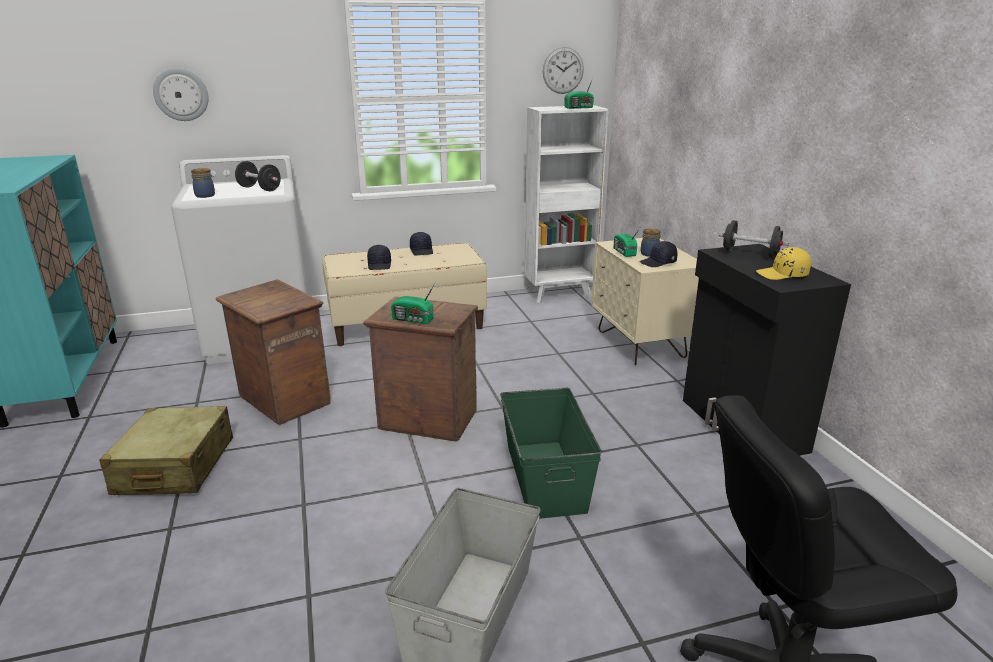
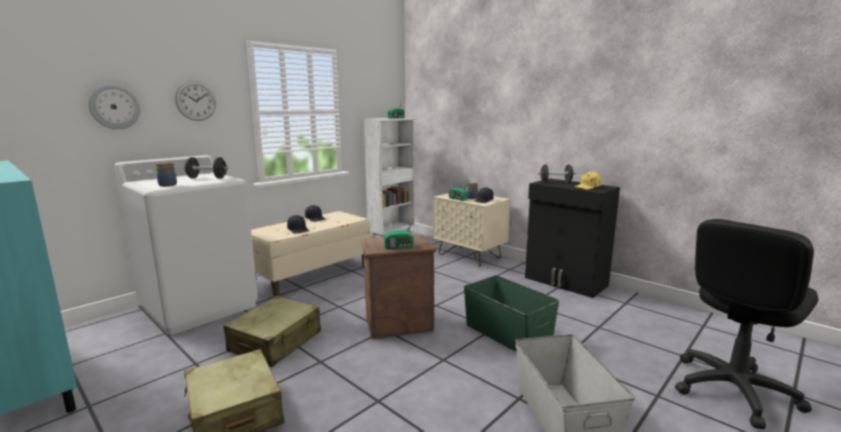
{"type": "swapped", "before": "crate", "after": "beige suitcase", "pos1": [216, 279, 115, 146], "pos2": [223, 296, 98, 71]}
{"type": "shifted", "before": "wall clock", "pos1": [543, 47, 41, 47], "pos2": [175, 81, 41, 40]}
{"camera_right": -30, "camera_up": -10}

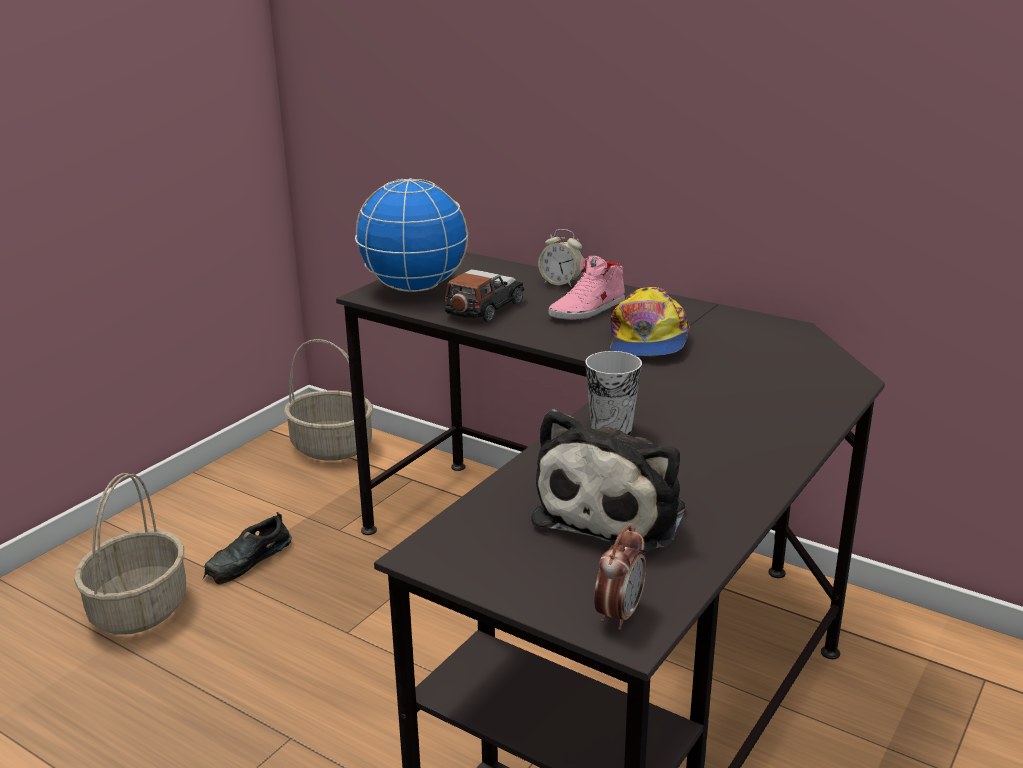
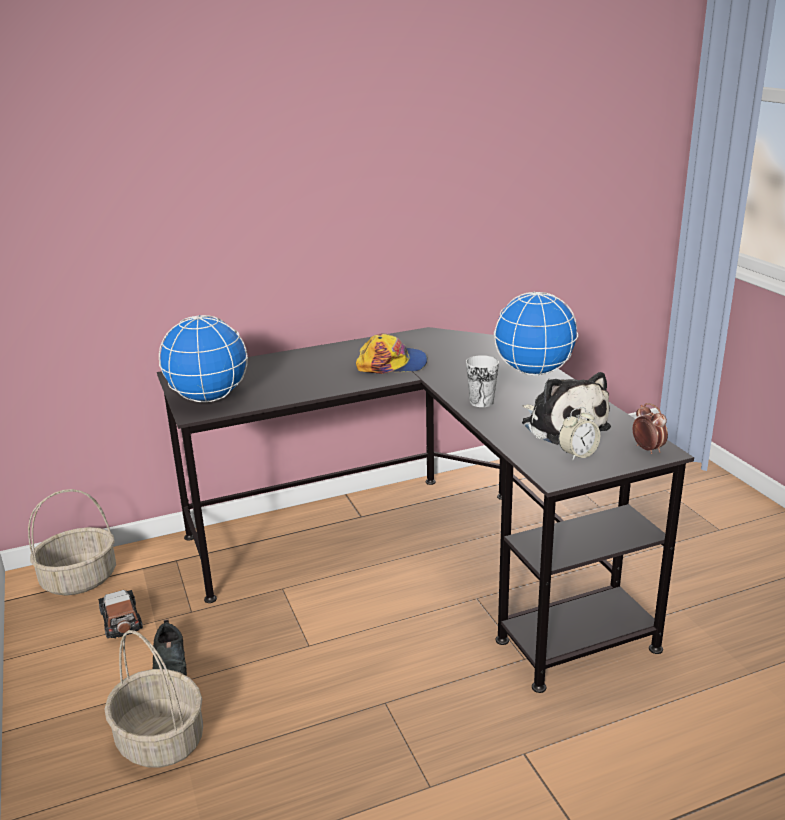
{"type": "shifted", "before": "toy car", "pos1": [445, 269, 79, 53], "pos2": [98, 590, 45, 49]}
{"type": "shifted", "before": "alarm clock", "pos1": [538, 229, 46, 59], "pos2": [559, 407, 41, 54]}
{"type": "gone", "before": "pink shoe", "pos1": [548, 256, 77, 64]}
{"type": "rotated", "before": "cap", "pos1": [610, 287, 80, 70], "pos2": [356, 333, 71, 41], "turn": -45}
{"type": "new", "after": "globe", "pos2": [494, 292, 84, 83]}
{"camera_right": -55, "camera_up": 0}

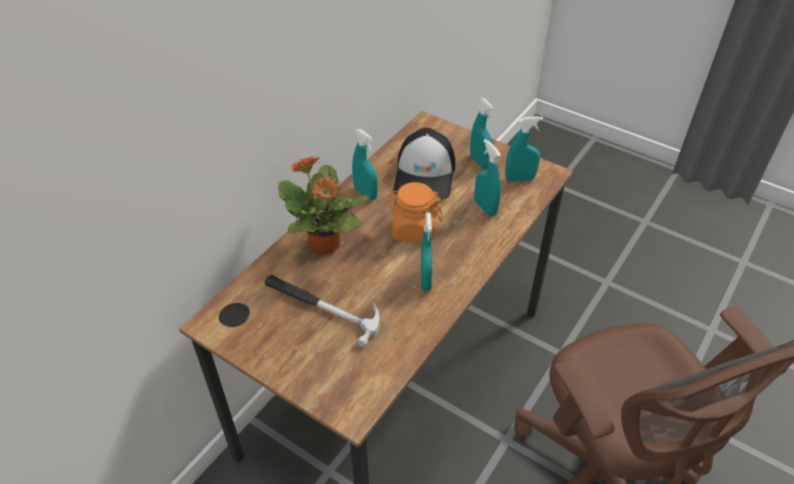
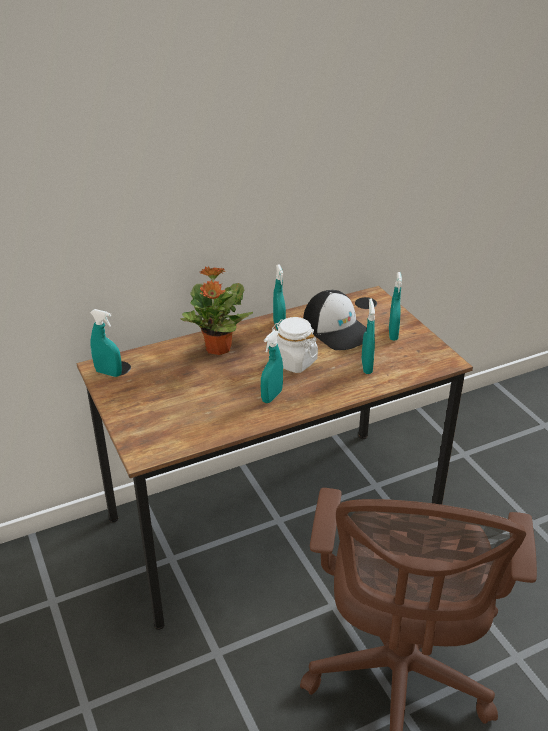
{"type": "gone", "before": "hammer", "pos1": [264, 275, 116, 72]}
{"type": "repainted", "before": "orange jar", "after": "white jar", "pos1": [386, 182, 56, 61], "pos2": [272, 317, 46, 56]}
{"type": "rotated", "before": "cap", "pos1": [393, 130, 62, 70], "pos2": [303, 290, 64, 60], "turn": -75}
{"type": "shifted", "before": "turquoise spray bottle", "pos1": [505, 116, 38, 66], "pos2": [90, 309, 32, 68]}
{"camera_right": 30, "camera_up": -10}

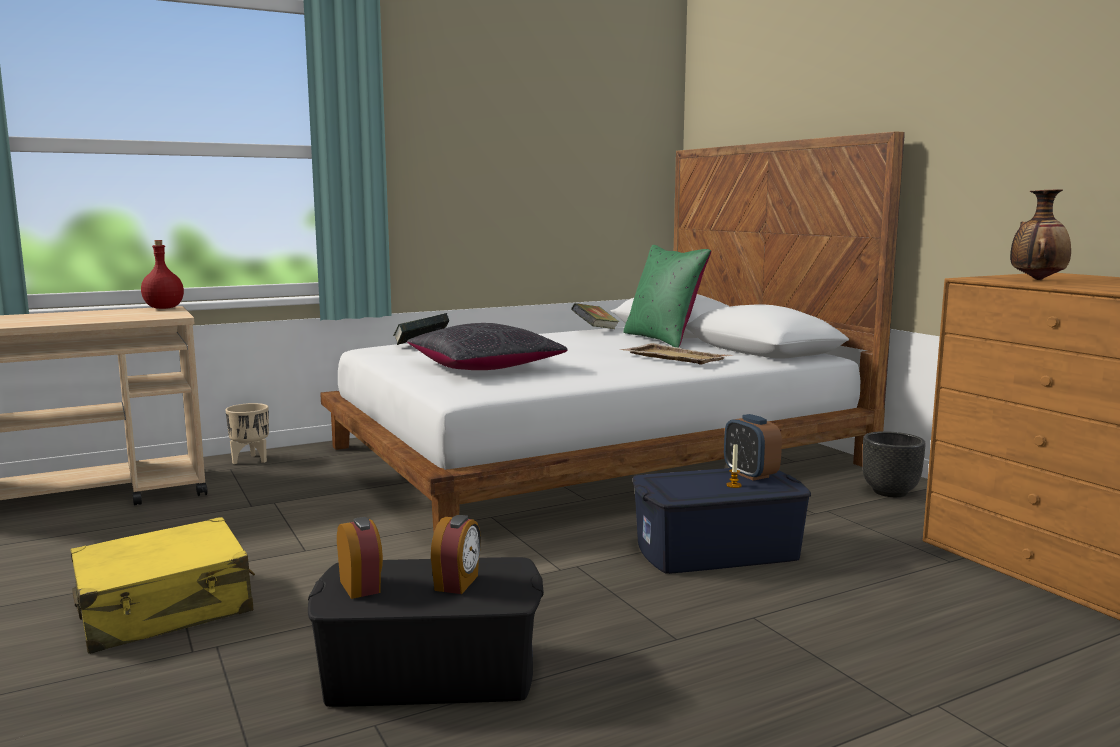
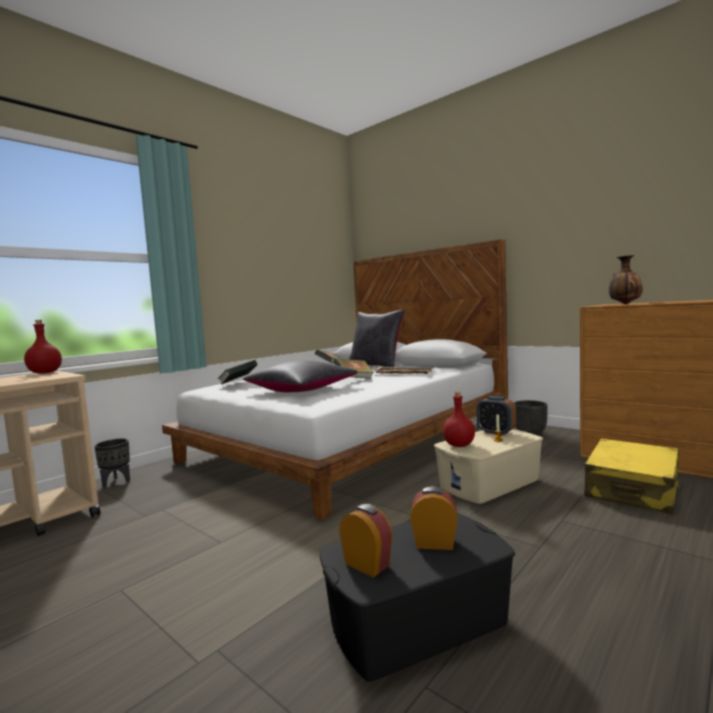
{"type": "shifted", "before": "yellow suitcase", "pos1": [71, 517, 184, 137], "pos2": [584, 439, 97, 76]}
{"type": "repainted", "before": "beige planter", "after": "black planter", "pos1": [225, 403, 44, 61], "pos2": [94, 438, 36, 49]}
{"type": "rotated", "before": "alarm clock", "pos1": [431, 515, 50, 79], "pos2": [410, 486, 47, 64], "turn": -75}
{"type": "repainted", "before": "green pillow", "after": "black pillow", "pos1": [623, 245, 88, 103], "pos2": [349, 310, 56, 57]}
{"type": "repainted", "before": "blue storage box", "after": "beige storage box", "pos1": [632, 468, 179, 106], "pos2": [434, 429, 109, 75]}
{"type": "new", "after": "book", "pos2": [334, 358, 40, 21]}
{"type": "new", "after": "red bottle", "pos2": [443, 392, 32, 55]}
{"camera_right": -20, "camera_up": -5}

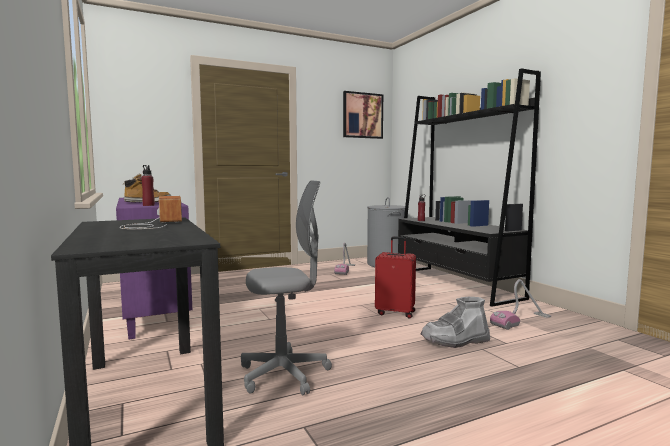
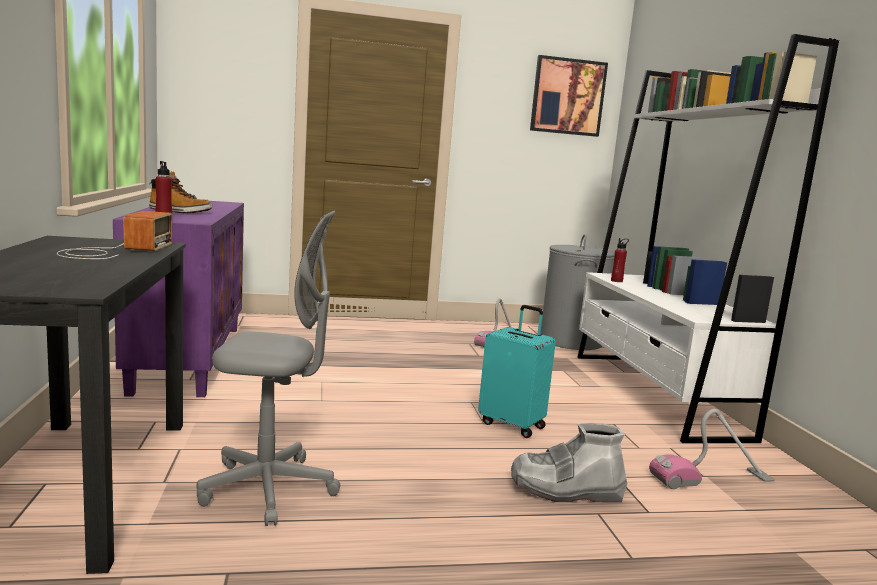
{"type": "repainted", "before": "red suitcase", "after": "turquoise suitcase", "pos1": [375, 236, 41, 82], "pos2": [478, 305, 78, 133]}
{"type": "repainted", "before": "black bookcase", "after": "white bookcase", "pos1": [398, 68, 143, 239], "pos2": [577, 34, 262, 409]}
{"camera_right": 15, "camera_up": 5}

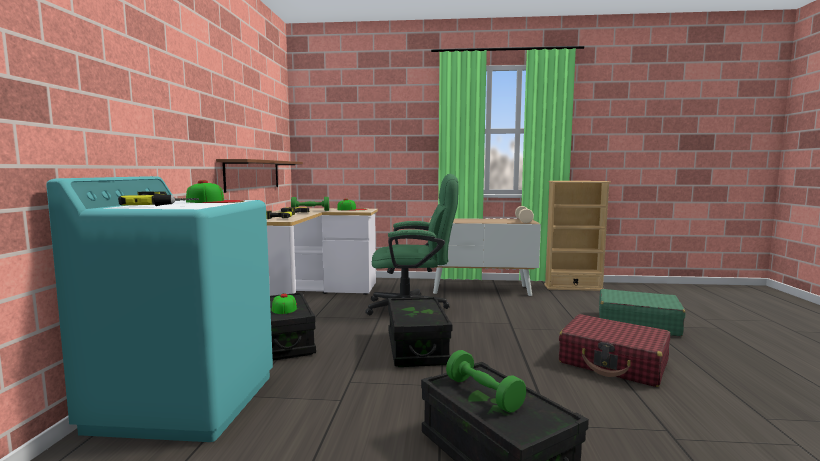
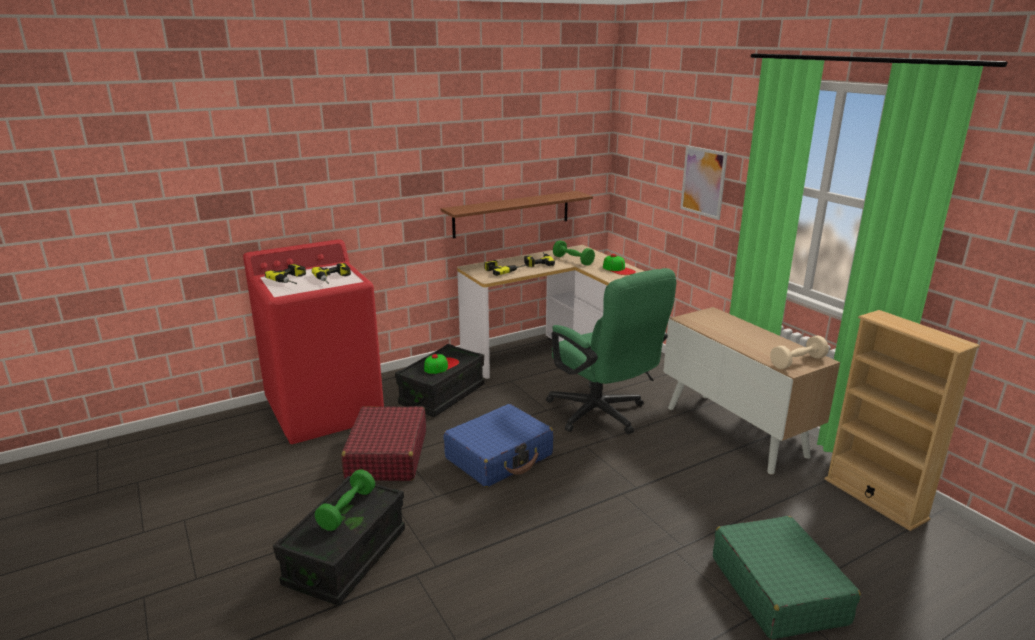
{"type": "repainted", "before": "turquoise washing machine", "after": "red washing machine", "pos1": [46, 176, 227, 266], "pos2": [243, 239, 141, 205]}
{"type": "swapped", "before": "cap", "after": "power drill", "pos1": [186, 180, 58, 23], "pos2": [312, 263, 39, 21]}
{"type": "swapped", "before": "black storage box", "after": "blue suitcase", "pos1": [388, 297, 65, 70], "pos2": [443, 404, 110, 83]}
{"type": "shifted", "before": "red suitcase", "pos1": [559, 314, 111, 73], "pos2": [342, 406, 84, 75]}
{"type": "new", "after": "picture", "pos2": [680, 145, 48, 75]}
{"camera_right": 55, "camera_up": 15}

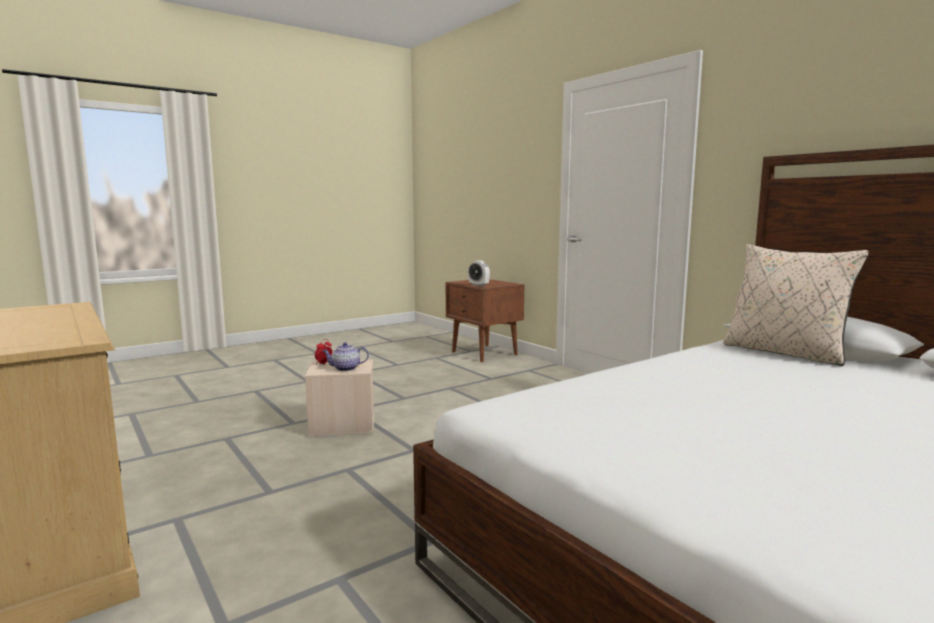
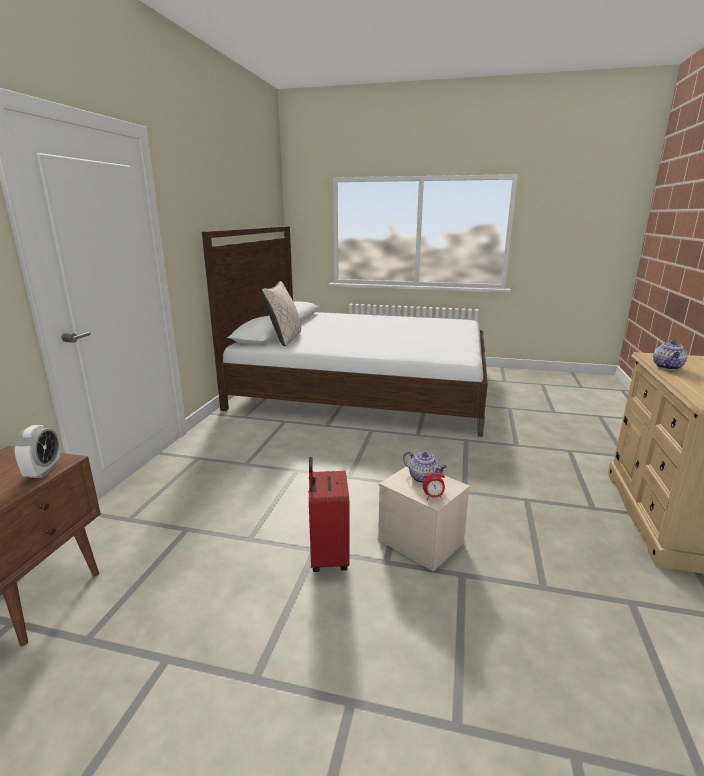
{"type": "new", "after": "red suitcase", "pos2": [308, 457, 42, 115]}
{"type": "new", "after": "teapot", "pos2": [653, 340, 35, 30]}
{"camera_right": -130, "camera_up": 10}

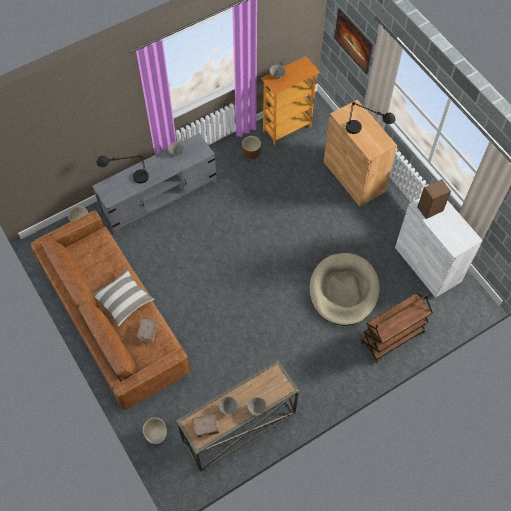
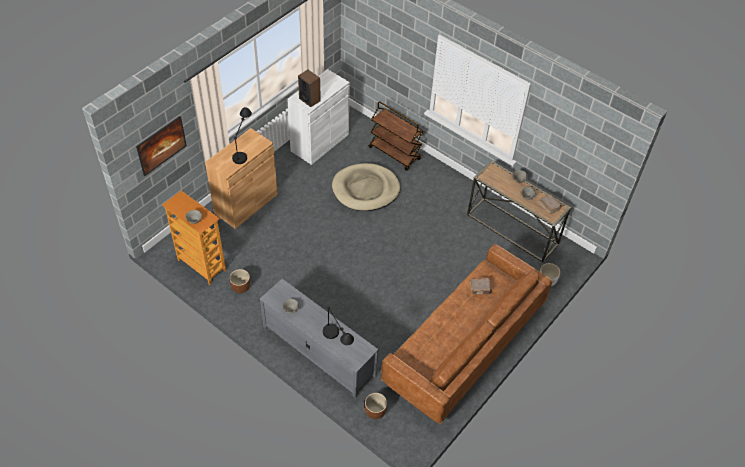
{"type": "gone", "before": "pillow", "pos1": [93, 268, 61, 58]}
{"camera_right": -110, "camera_up": -10}

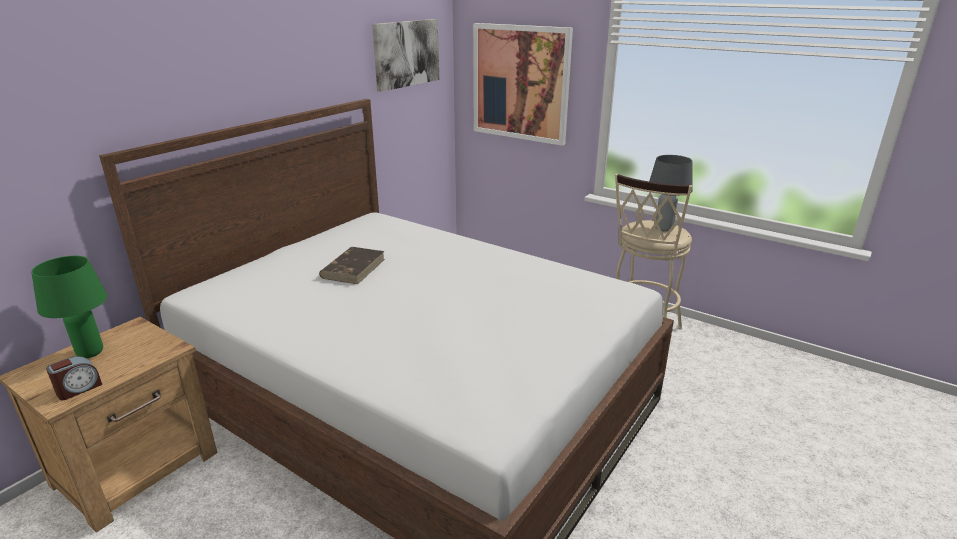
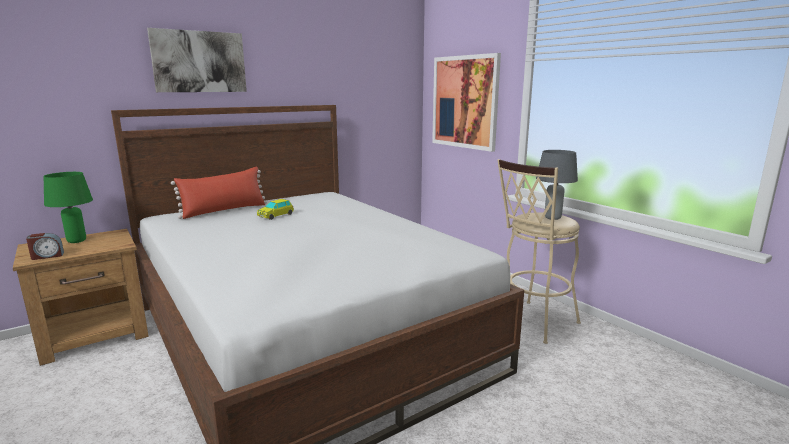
{"type": "swapped", "before": "brown book", "after": "toy car", "pos1": [319, 247, 66, 37], "pos2": [257, 199, 37, 21]}
{"type": "shifted", "before": "picture", "pos1": [372, 19, 67, 73], "pos2": [147, 28, 100, 64]}
{"type": "new", "after": "red pillow", "pos2": [171, 167, 96, 52]}
{"camera_right": 20, "camera_up": -10}

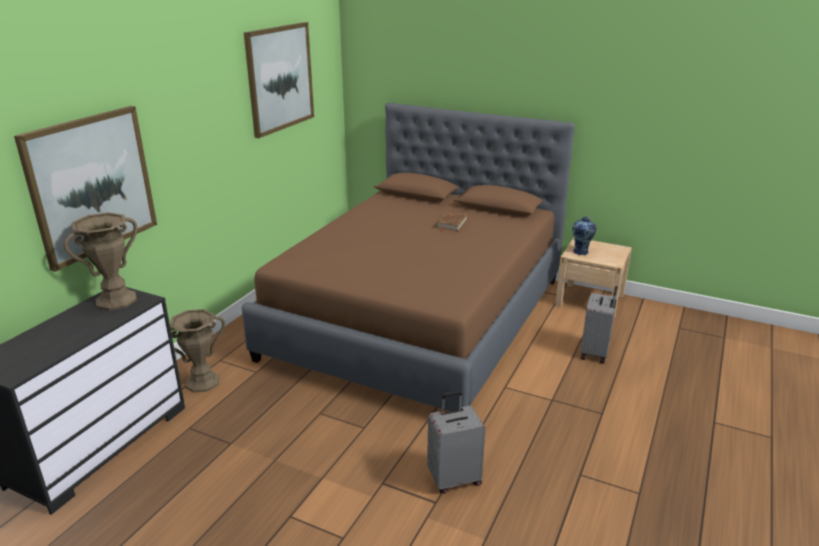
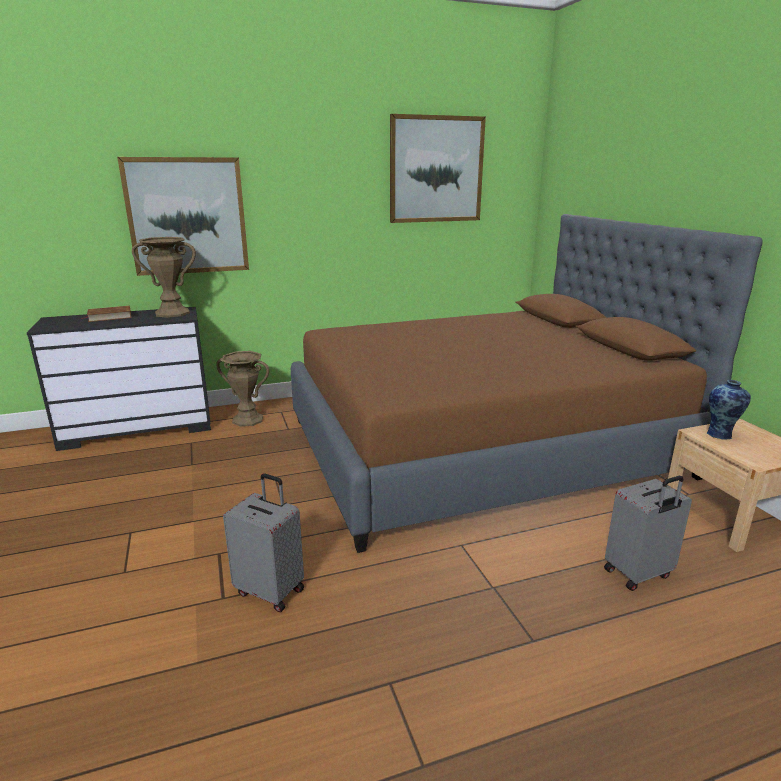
{"type": "shifted", "before": "brown book", "pos1": [437, 211, 31, 20], "pos2": [81, 306, 50, 16]}
{"camera_right": 45, "camera_up": -5}

